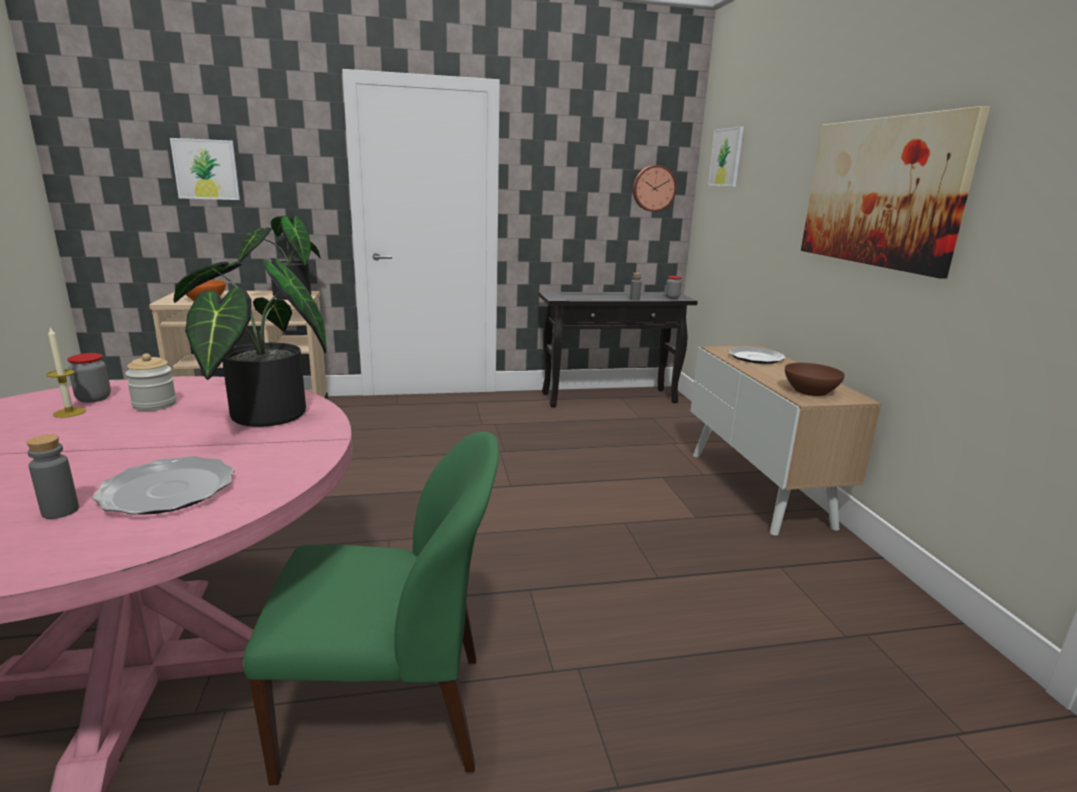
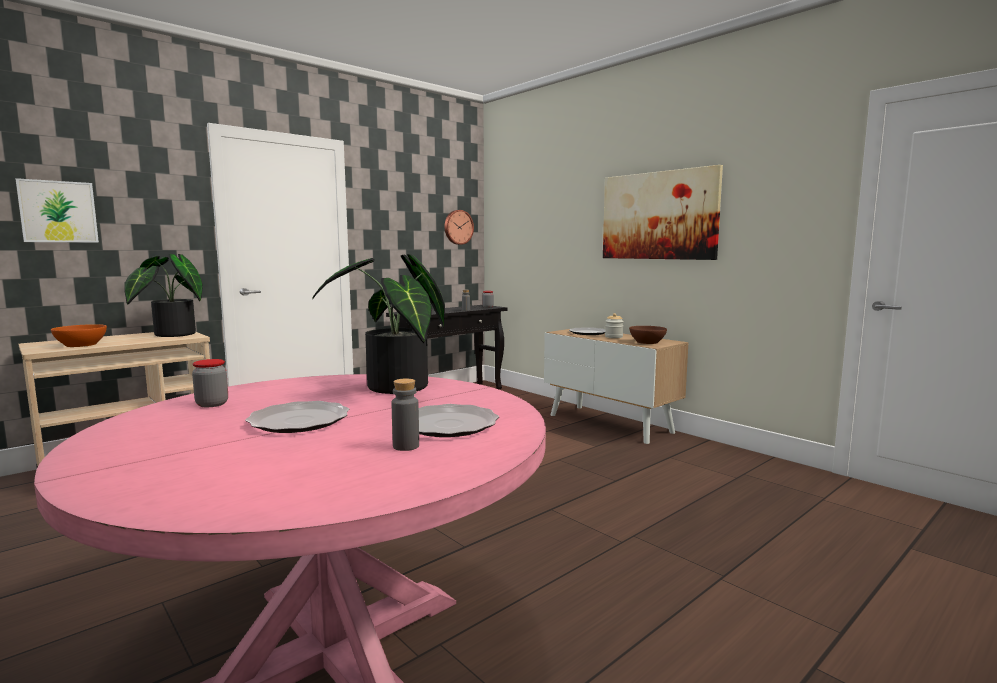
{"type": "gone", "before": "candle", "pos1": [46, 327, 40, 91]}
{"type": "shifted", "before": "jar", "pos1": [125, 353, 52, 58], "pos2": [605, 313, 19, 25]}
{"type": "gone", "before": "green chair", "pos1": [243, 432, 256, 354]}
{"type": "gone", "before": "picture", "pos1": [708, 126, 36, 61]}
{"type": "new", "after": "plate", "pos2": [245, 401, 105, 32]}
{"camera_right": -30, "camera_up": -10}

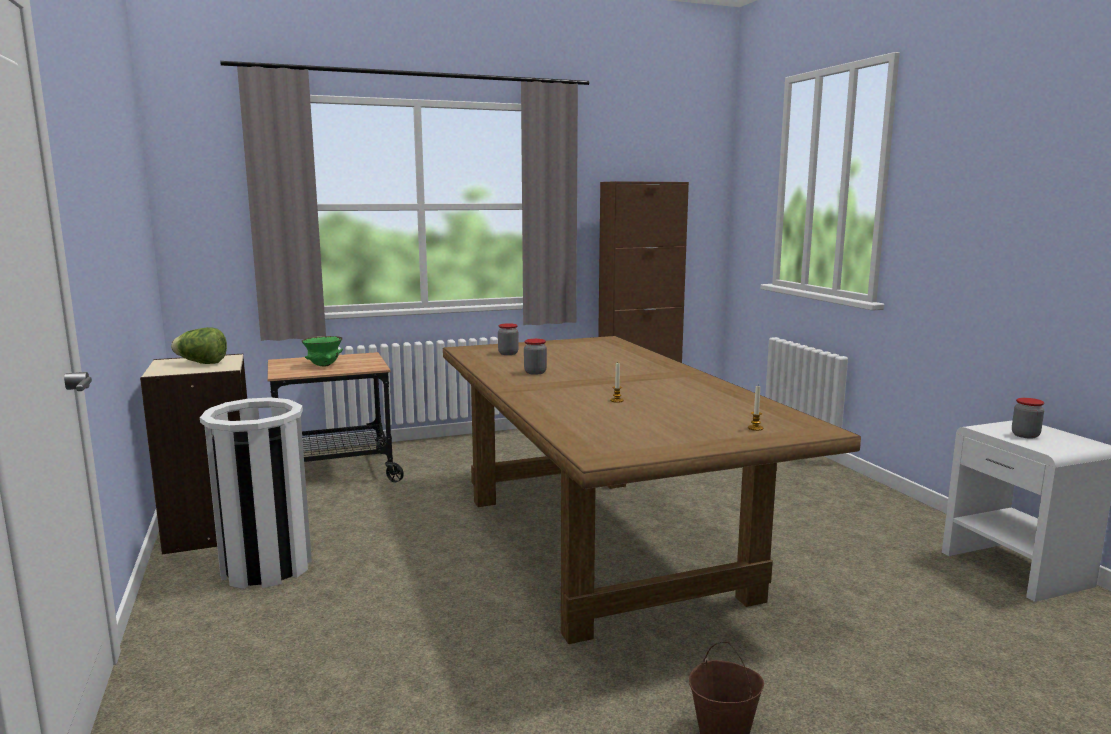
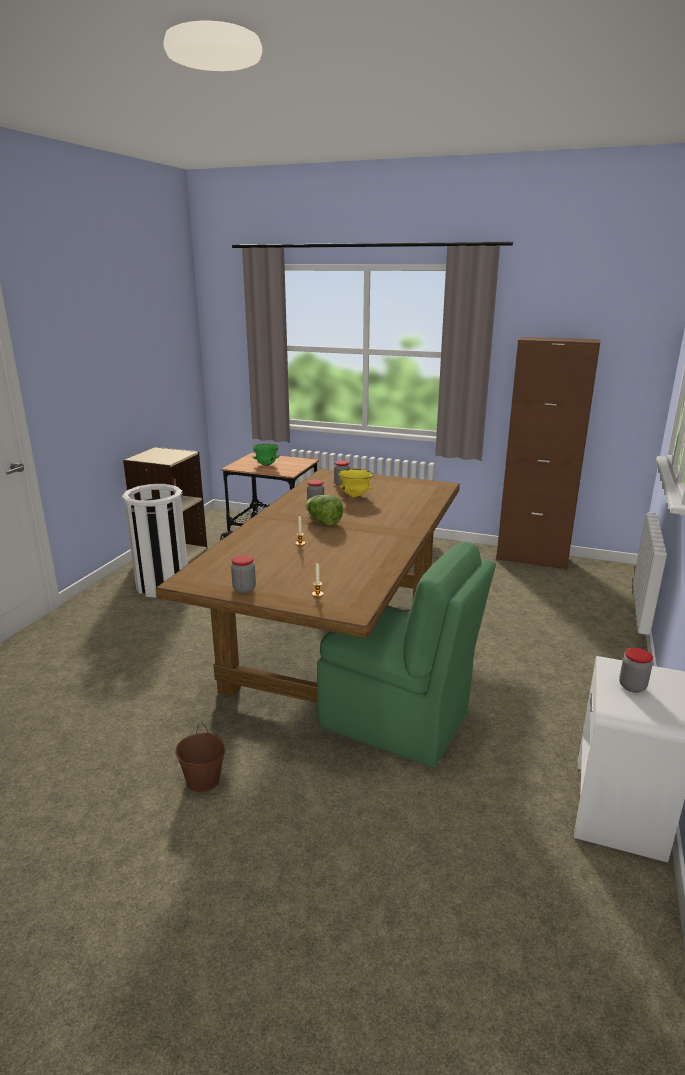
{"type": "shifted", "before": "lettuce", "pos1": [171, 327, 56, 37], "pos2": [306, 495, 38, 31]}
{"type": "new", "after": "jar", "pos2": [231, 555, 25, 38]}
{"type": "new", "after": "green chair", "pos2": [317, 542, 179, 226]}
{"type": "new", "after": "yellow bowl", "pos2": [338, 469, 36, 28]}
{"camera_right": 40, "camera_up": 10}

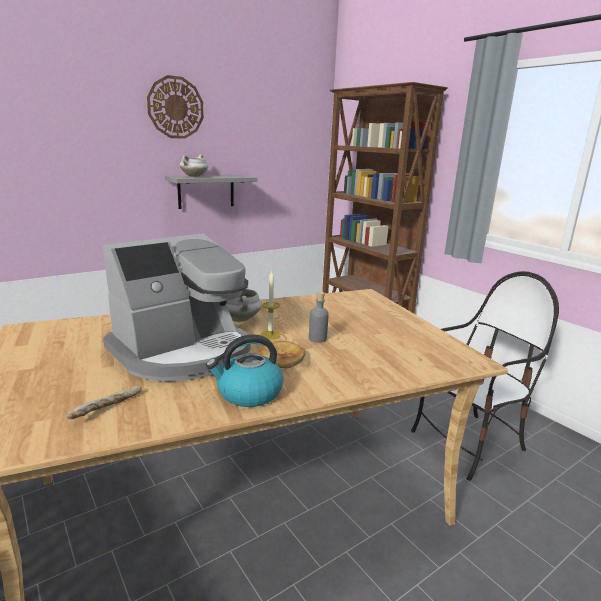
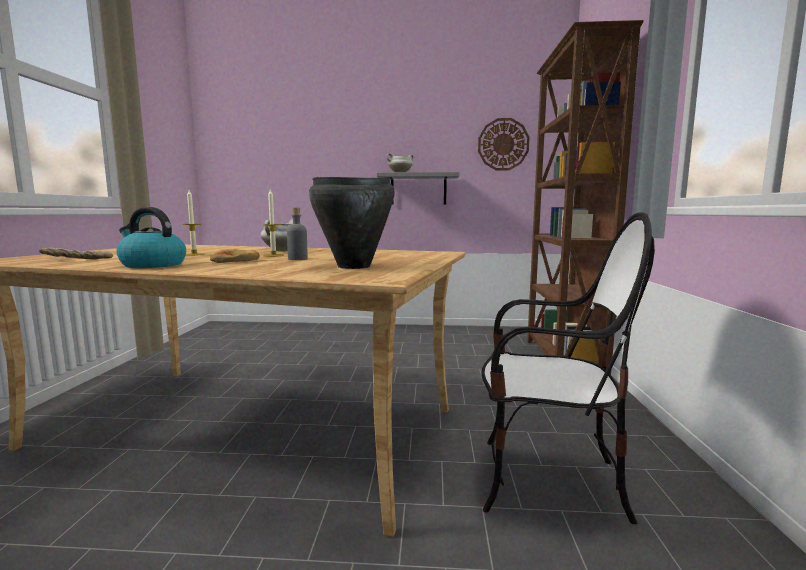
{"type": "swapped", "before": "coffee machine", "after": "candle", "pos1": [103, 234, 147, 148], "pos2": [182, 190, 23, 66]}
{"type": "shifted", "before": "wall clock", "pos1": [147, 75, 57, 64], "pos2": [478, 118, 52, 53]}
{"type": "new", "after": "black cooking pot", "pos2": [309, 177, 86, 92]}
{"camera_right": 40, "camera_up": -10}

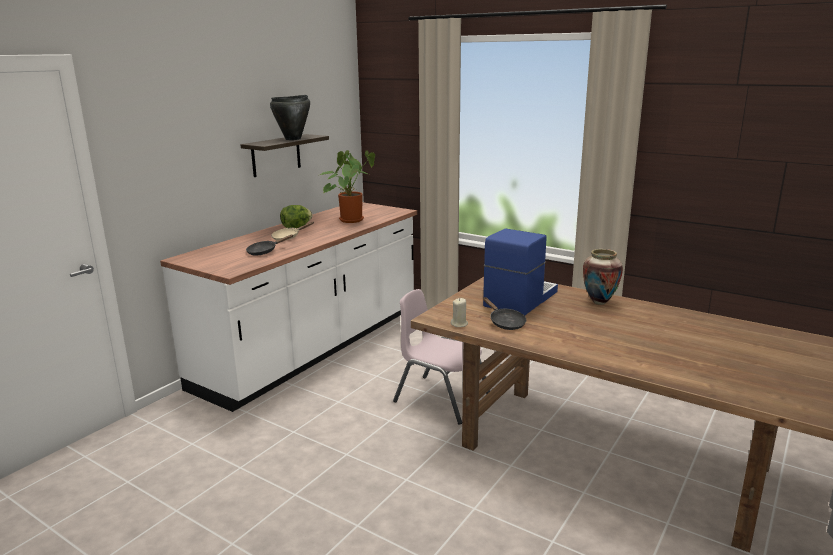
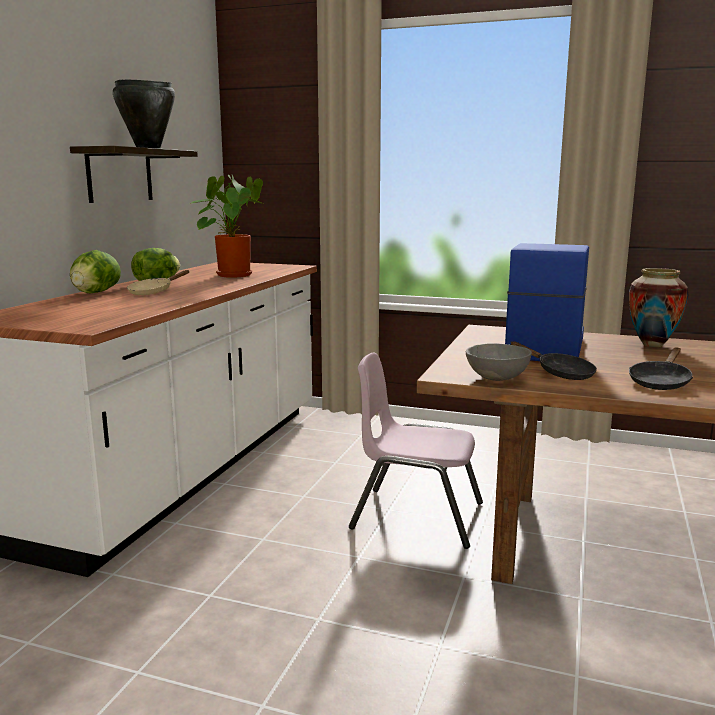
{"type": "shifted", "before": "black frying pan", "pos1": [246, 235, 47, 21], "pos2": [629, 348, 64, 42]}
{"type": "swapped", "before": "beige candle", "after": "grey bowl", "pos1": [451, 298, 17, 29], "pos2": [466, 343, 66, 38]}
{"type": "new", "after": "lettuce", "pos2": [70, 250, 51, 43]}
{"camera_right": -15, "camera_up": -5}

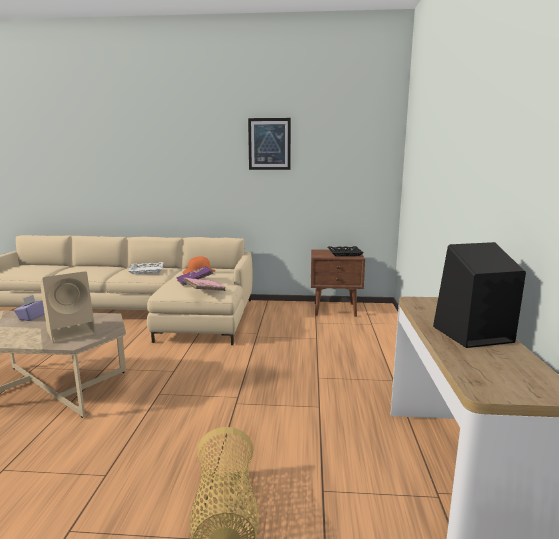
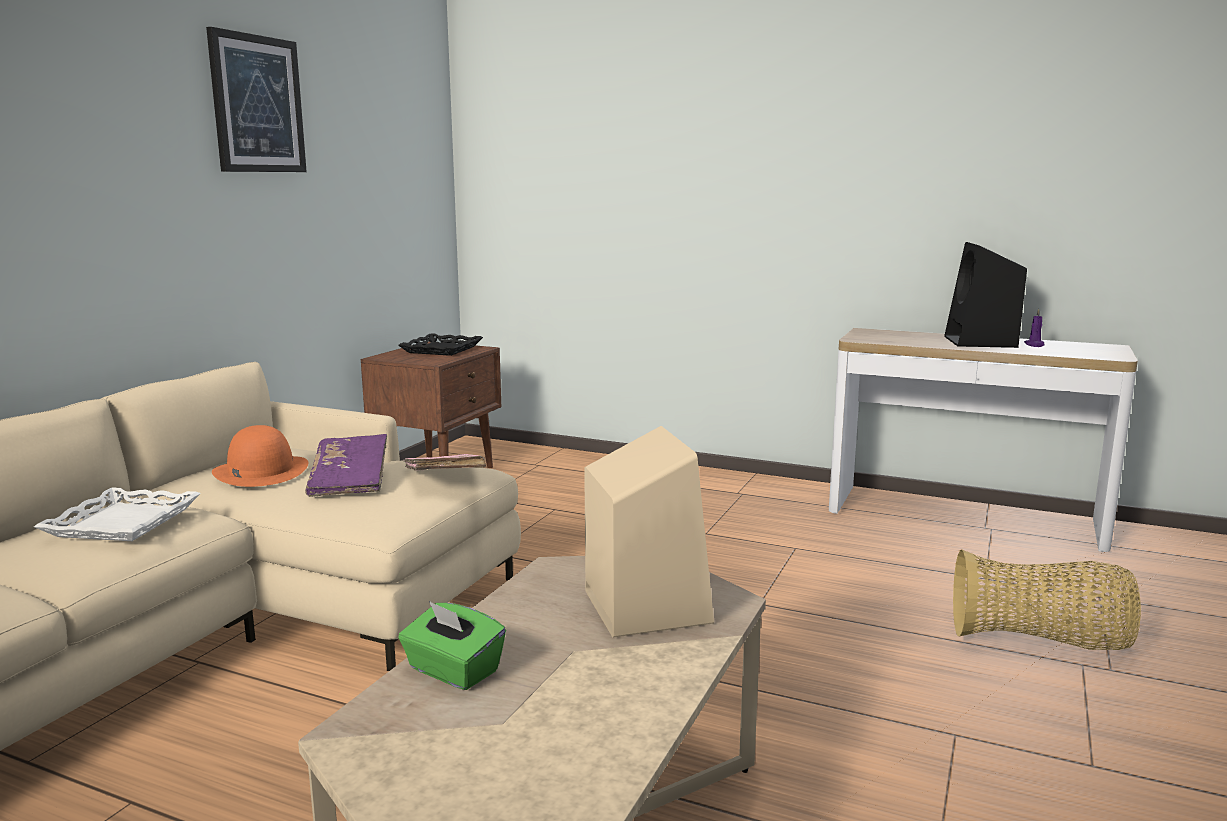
{"type": "repainted", "before": "purple tissue box", "after": "green tissue box", "pos1": [14, 295, 31, 26], "pos2": [398, 601, 108, 89]}
{"type": "new", "after": "purple candle", "pos2": [1024, 309, 21, 38]}
{"camera_right": -70, "camera_up": 0}

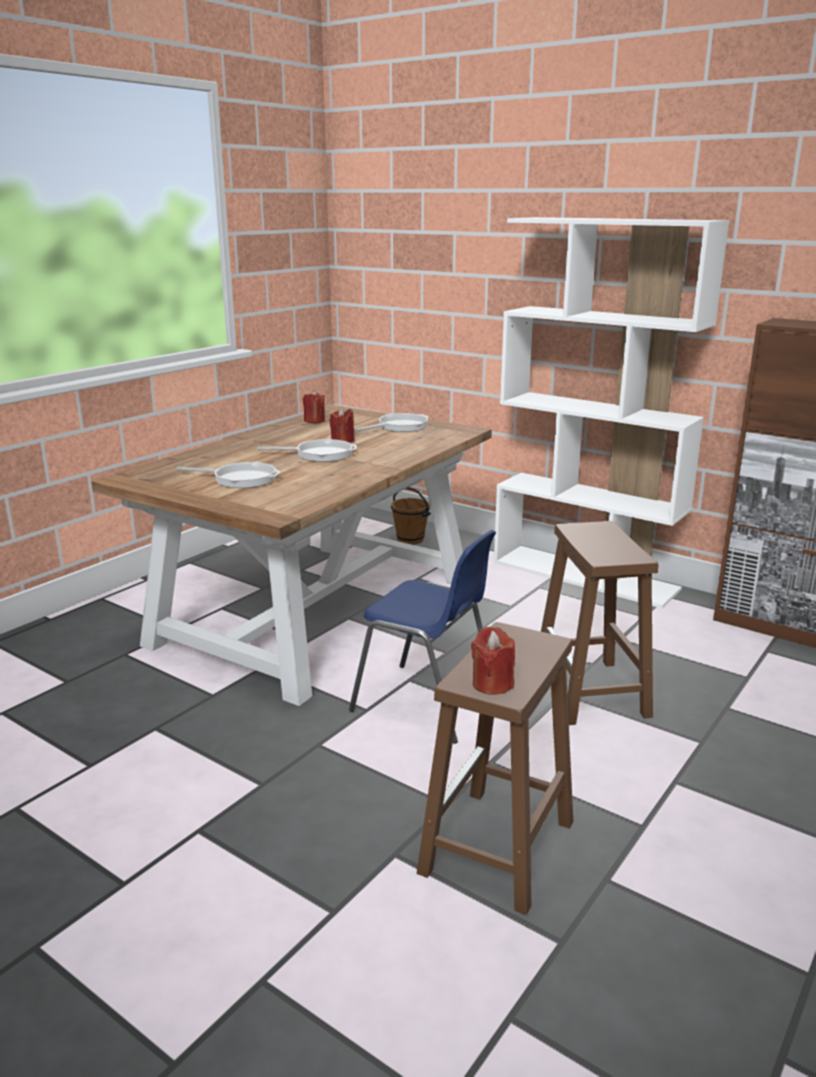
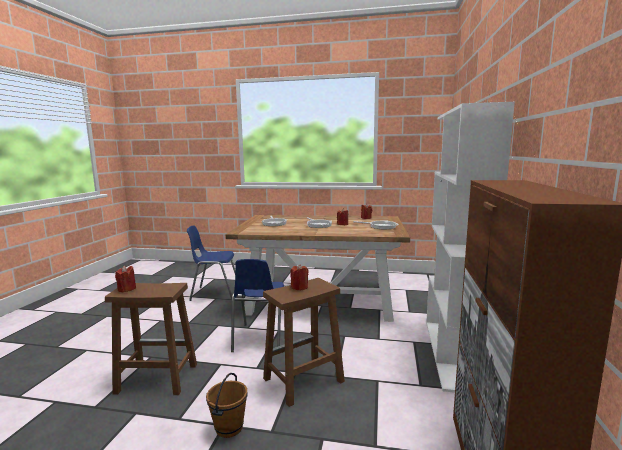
{"type": "shifted", "before": "brown bucket", "pos1": [391, 487, 40, 58], "pos2": [206, 373, 41, 65]}
{"type": "new", "after": "blue chair", "pos2": [187, 225, 48, 76]}
{"type": "new", "after": "red candle", "pos2": [290, 264, 19, 27]}
{"camera_right": 65, "camera_up": -10}

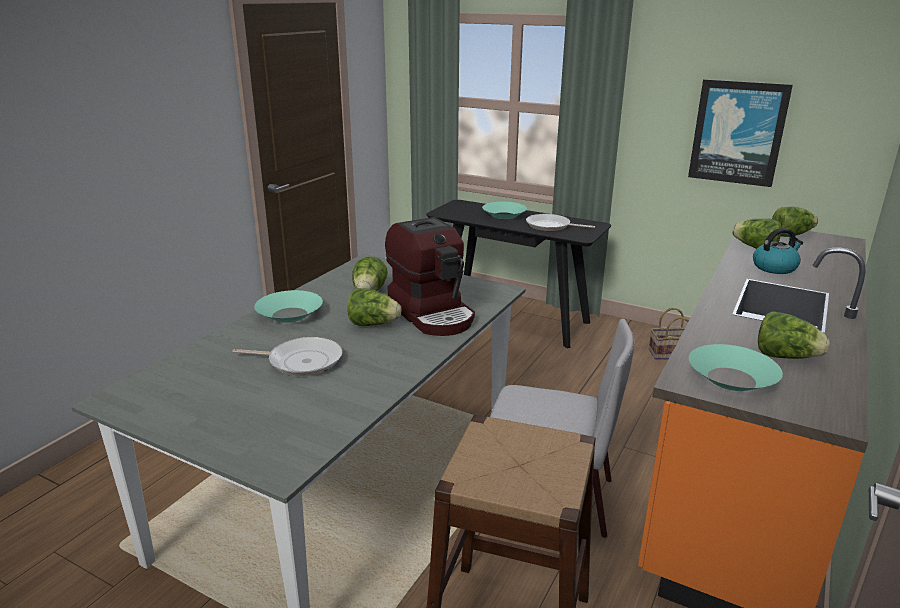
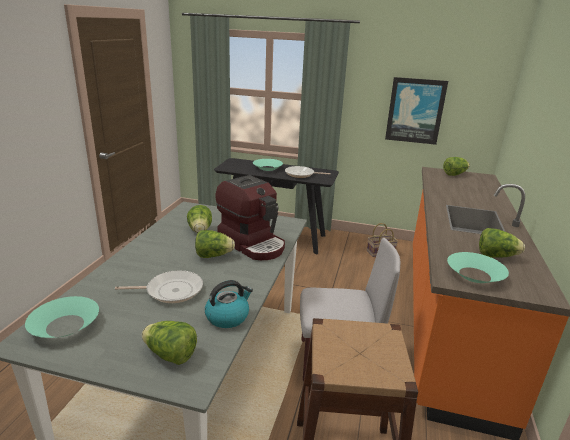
{"type": "shifted", "before": "turquoise bowl", "pos1": [254, 290, 69, 33], "pos2": [25, 296, 74, 42]}
{"type": "shifted", "before": "lettuce", "pos1": [732, 218, 49, 31], "pos2": [142, 321, 55, 44]}
{"type": "shifted", "before": "kettle", "pos1": [753, 228, 50, 46], "pos2": [205, 280, 48, 48]}
{"camera_right": -15, "camera_up": 0}

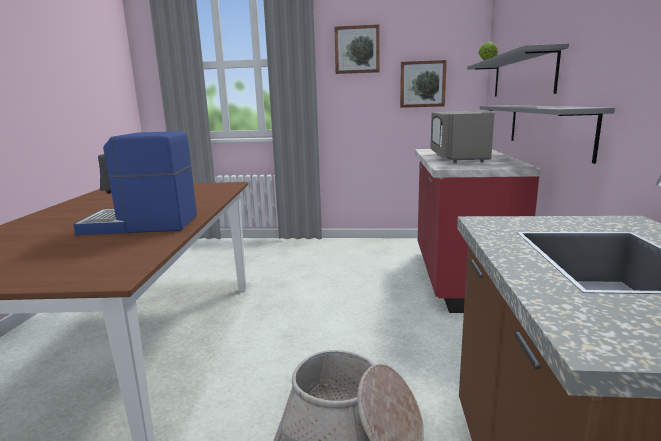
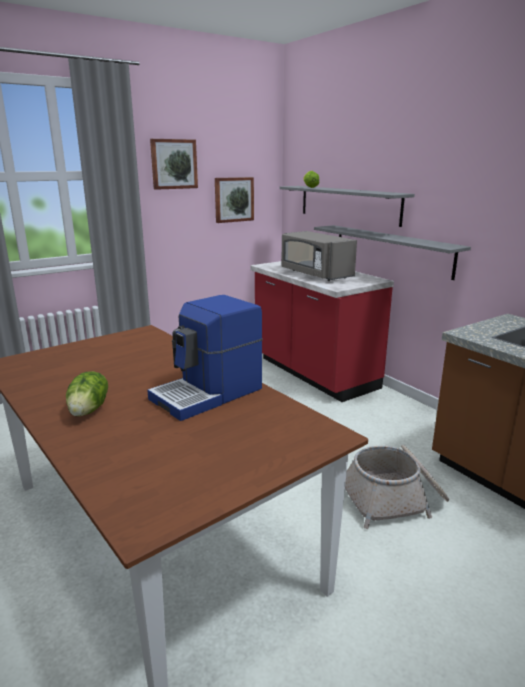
{"type": "new", "after": "lettuce", "pos2": [66, 371, 42, 46]}
{"camera_right": -40, "camera_up": 5}

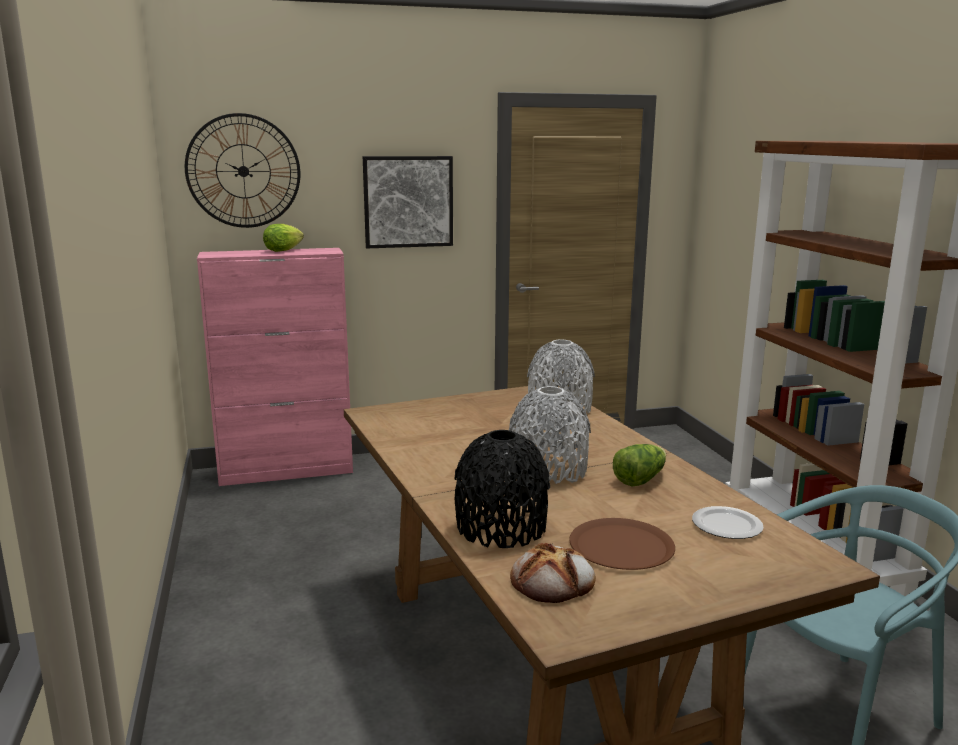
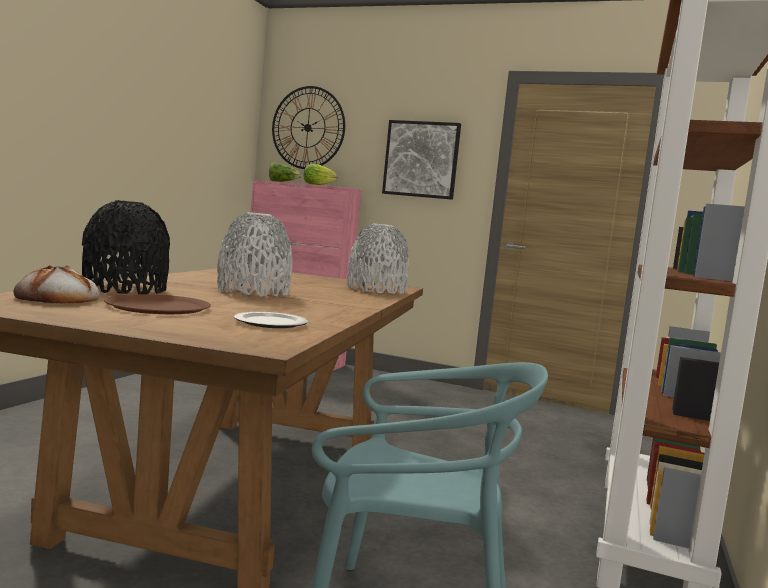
{"type": "shifted", "before": "lettuce", "pos1": [613, 444, 53, 43], "pos2": [269, 163, 33, 19]}
{"camera_right": 35, "camera_up": -10}

